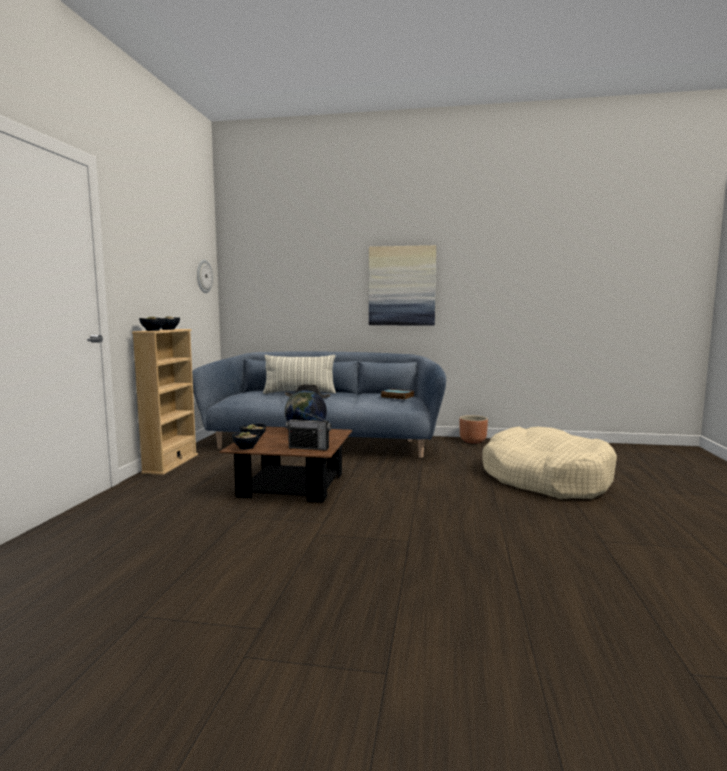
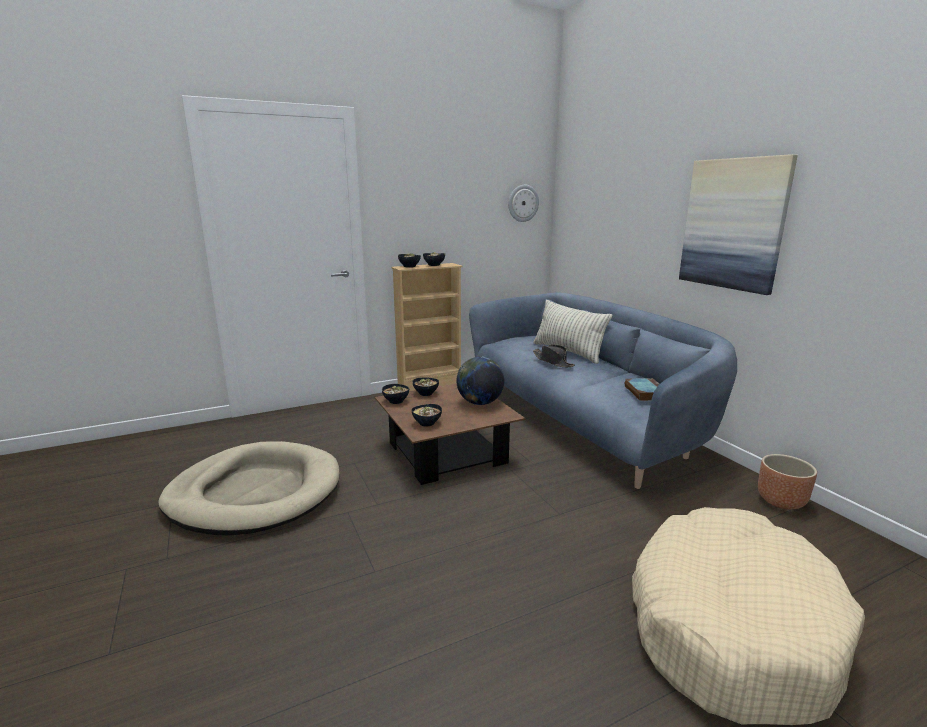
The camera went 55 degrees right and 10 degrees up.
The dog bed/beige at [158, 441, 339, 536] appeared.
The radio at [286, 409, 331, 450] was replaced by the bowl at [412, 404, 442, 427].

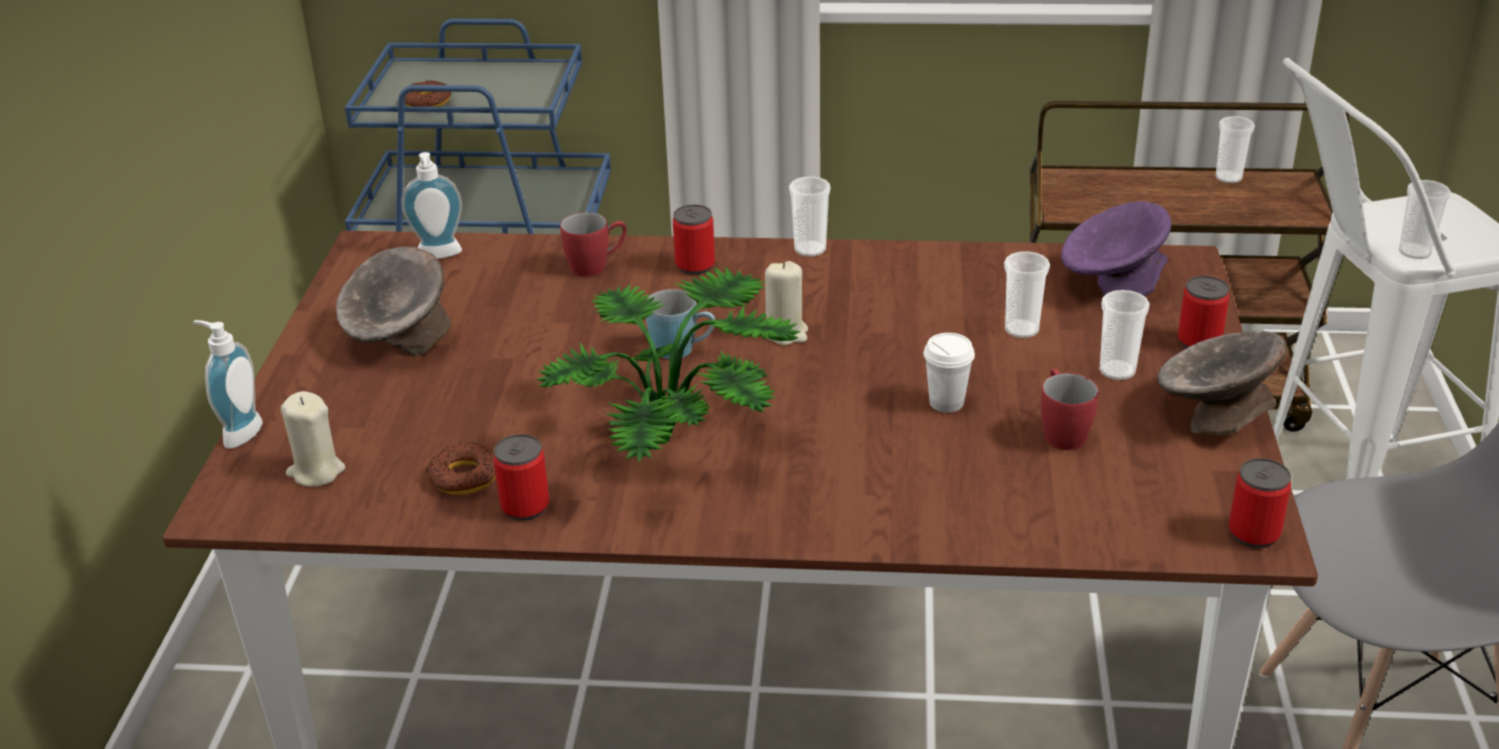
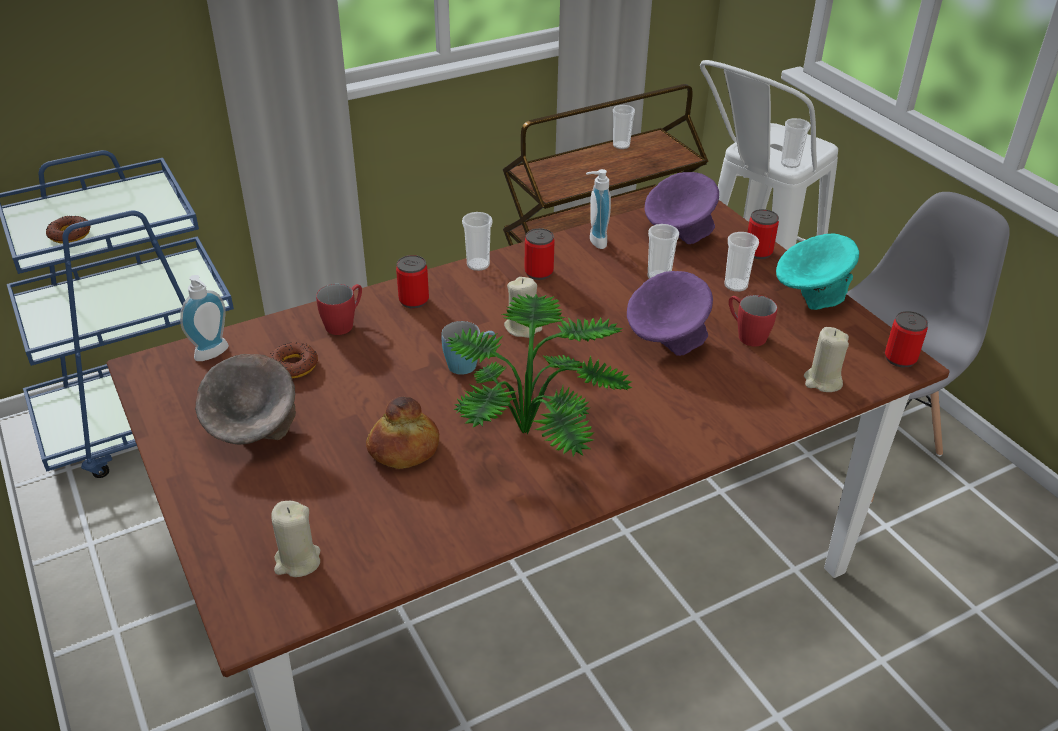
The camera went 35 degrees left and 5 degrees up.
The bread at [366, 397, 439, 469] appeared.
The candle/beige at [804, 327, 849, 392] appeared.
The soap dispenser moved from [193, 320, 263, 448] to [586, 169, 611, 249].
The donut moved from [426, 443, 496, 495] to [269, 342, 318, 378].
The can moved from [493, 434, 549, 521] to [525, 228, 555, 280].
The cup/white at [924, 333, 975, 412] was replaced by the bowl/purple at [627, 271, 713, 356].
The bowl/grey at [1158, 331, 1287, 436] became the bowl/turquoise at [776, 233, 859, 310].

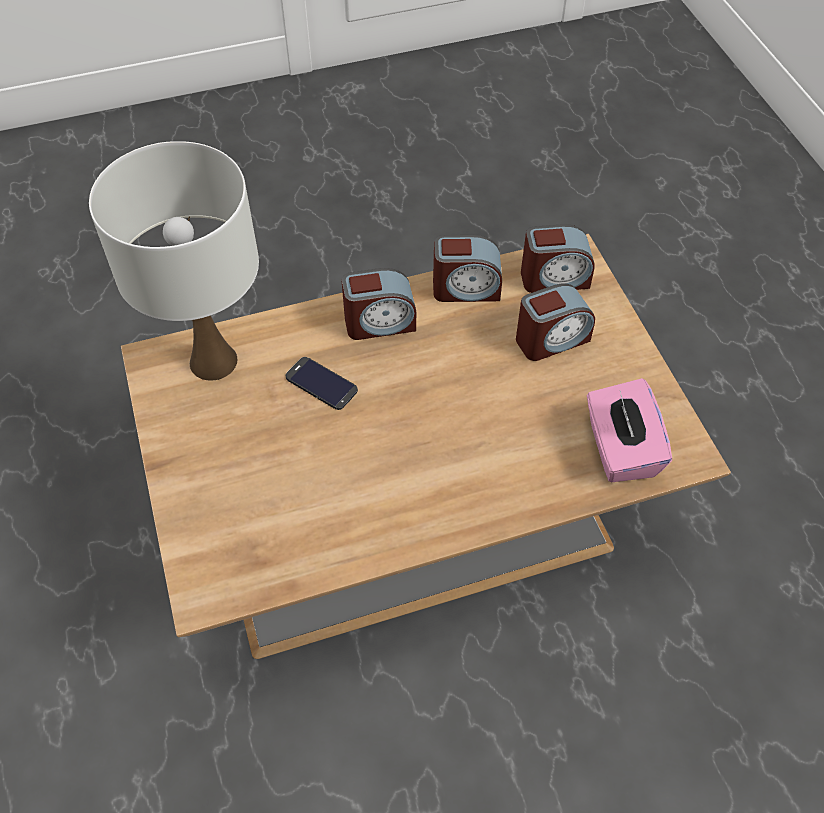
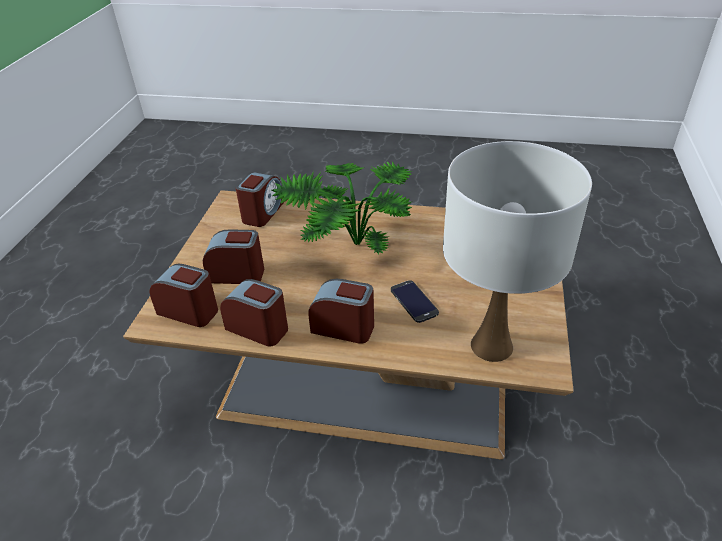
The camera went 150 degrees left and 15 degrees down.
The potted plant at [272, 162, 412, 254] appeared.
The tissue box/pink at [587, 378, 672, 482] was replaced by the alarm clock at [236, 172, 284, 227].

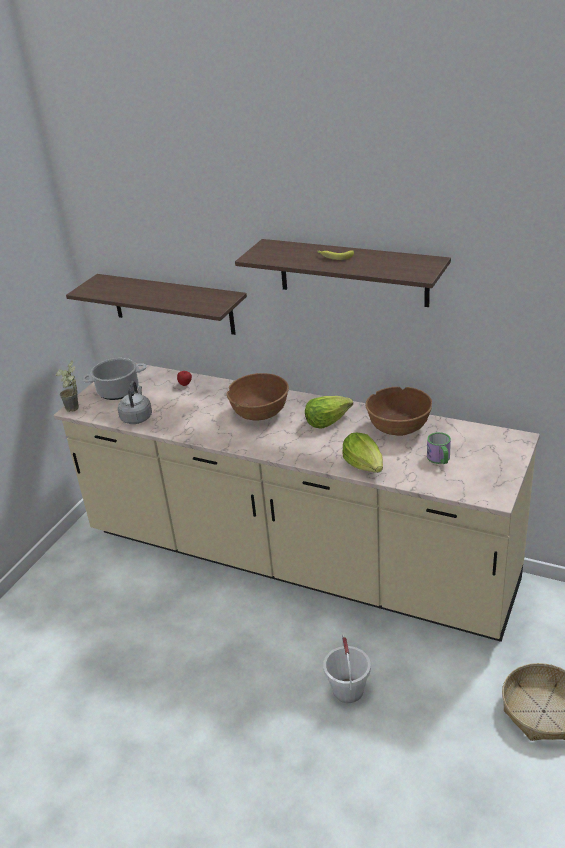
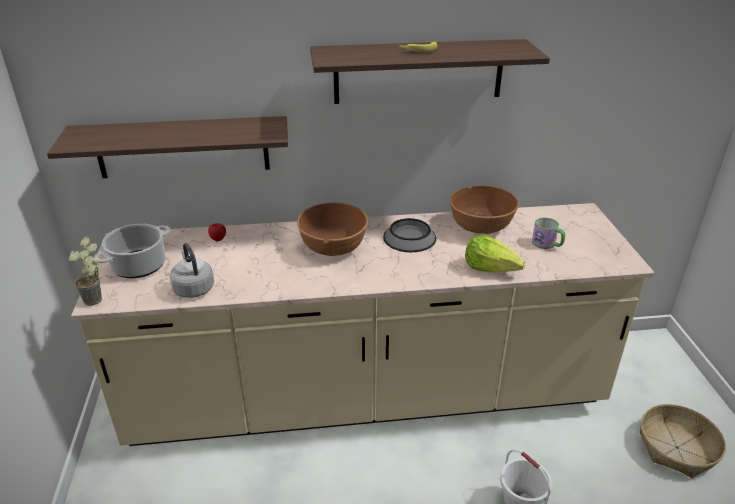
The camera went 35 degrees left and 0 degrees up.
The lettuce at [305, 396, 353, 429] was replaced by the bowl at [383, 218, 436, 252].

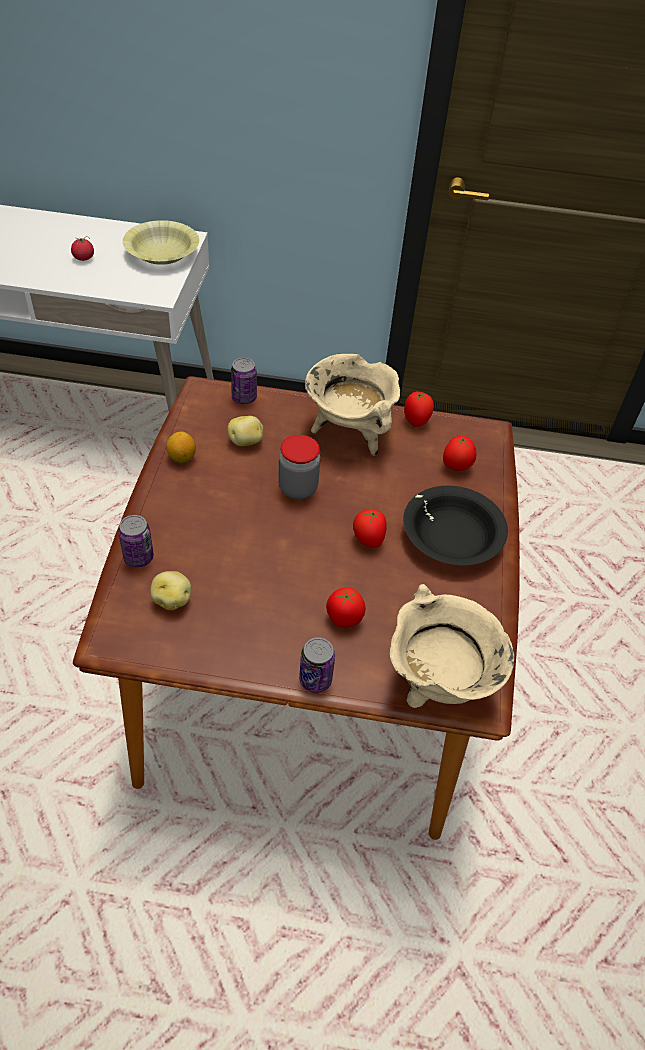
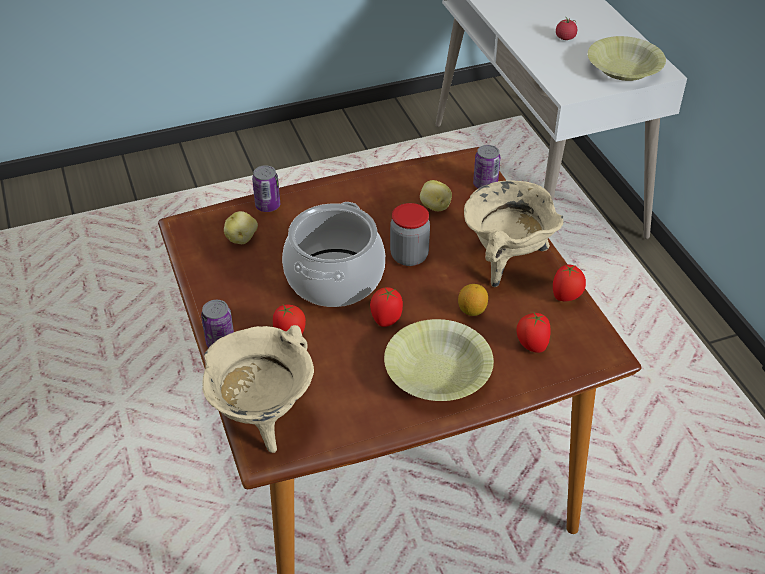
The camera went 65 degrees right and 5 degrees down.
The cooking pot at [282, 202, 385, 307] appeared.
The lemon moved from [166, 432, 196, 463] to [458, 284, 488, 316].
The bowl/black at [403, 486, 508, 565] became the bowl/yellow at [384, 319, 494, 401].

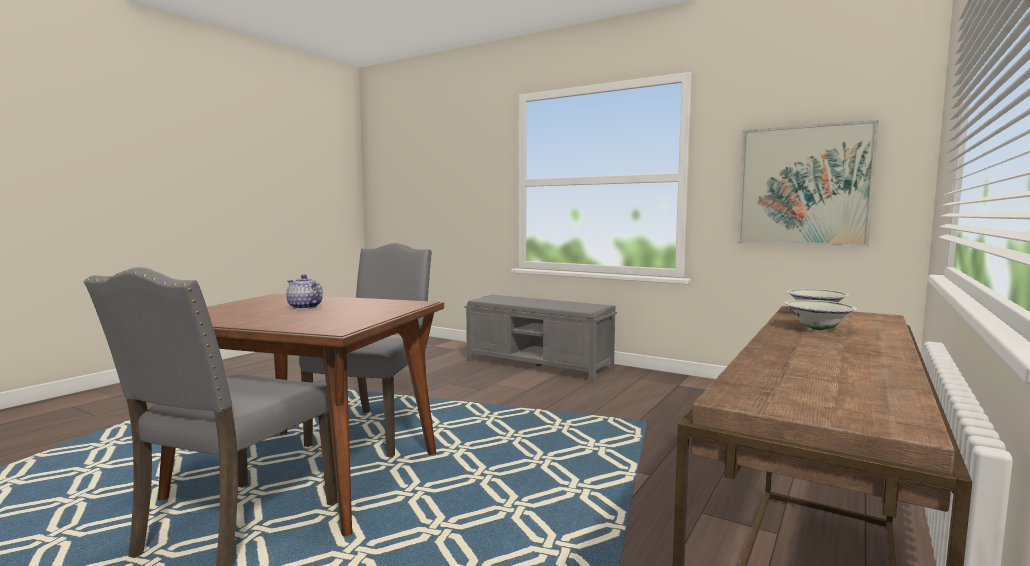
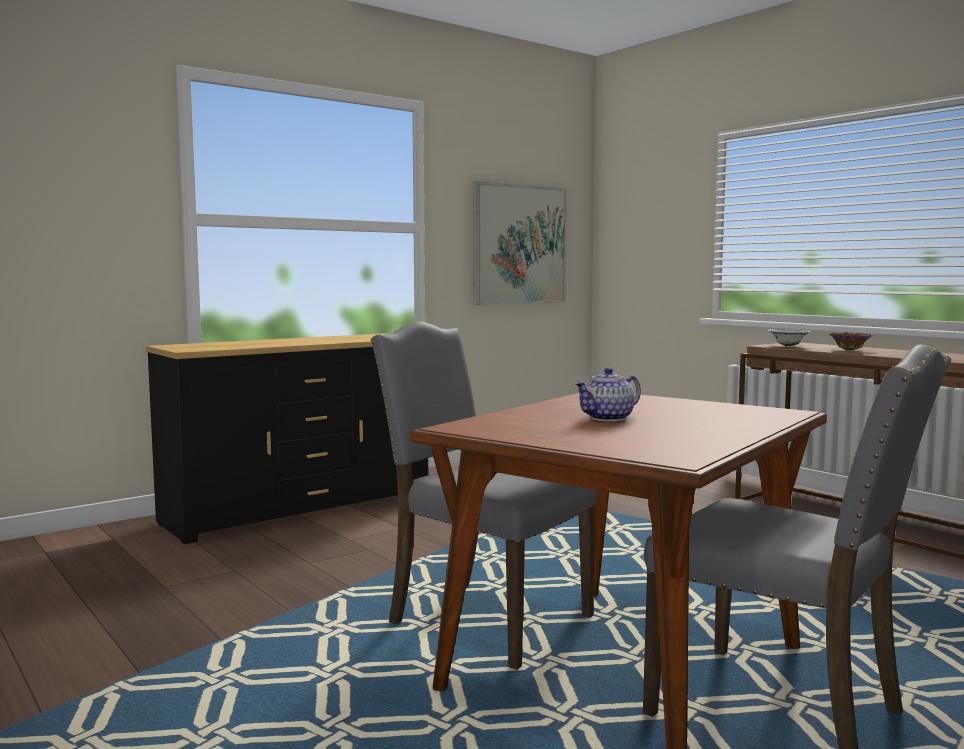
The camera went 70 degrees left and 0 degrees up.
The bench/grey at [465, 295, 617, 383] was replaced by the dresser/black at [146, 333, 428, 544].
The bowl/white at [784, 300, 857, 330] became the bowl/brown at [828, 332, 873, 350].

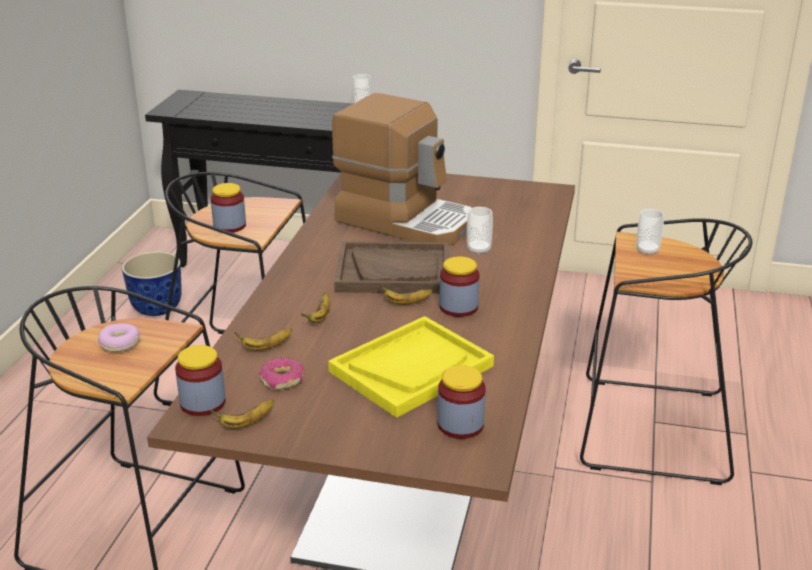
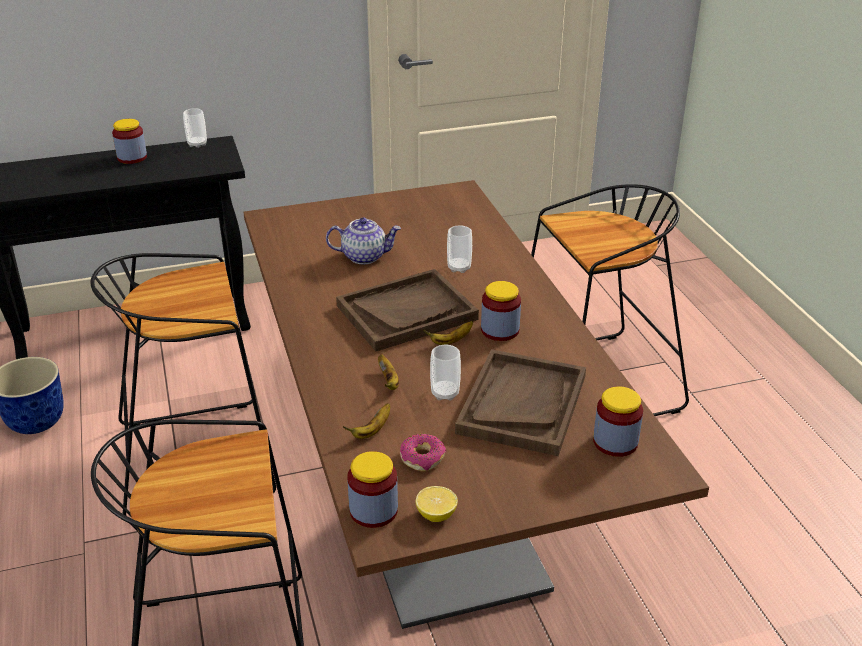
The camera went 30 degrees left and 5 degrees up.
The donut at [98, 323, 140, 352] disappeared.
The jar moved from [211, 183, 246, 233] to [112, 119, 147, 164].
The cup moved from [636, 209, 664, 256] to [430, 344, 461, 401].
The banana at [210, 399, 274, 428] was replaced by the lemon at [416, 486, 458, 522].
The coffee machine at [332, 93, 472, 246] was replaced by the teapot at [326, 218, 401, 264].
The tray/yellow at [328, 316, 494, 418] became the tray/brown at [455, 349, 586, 456].

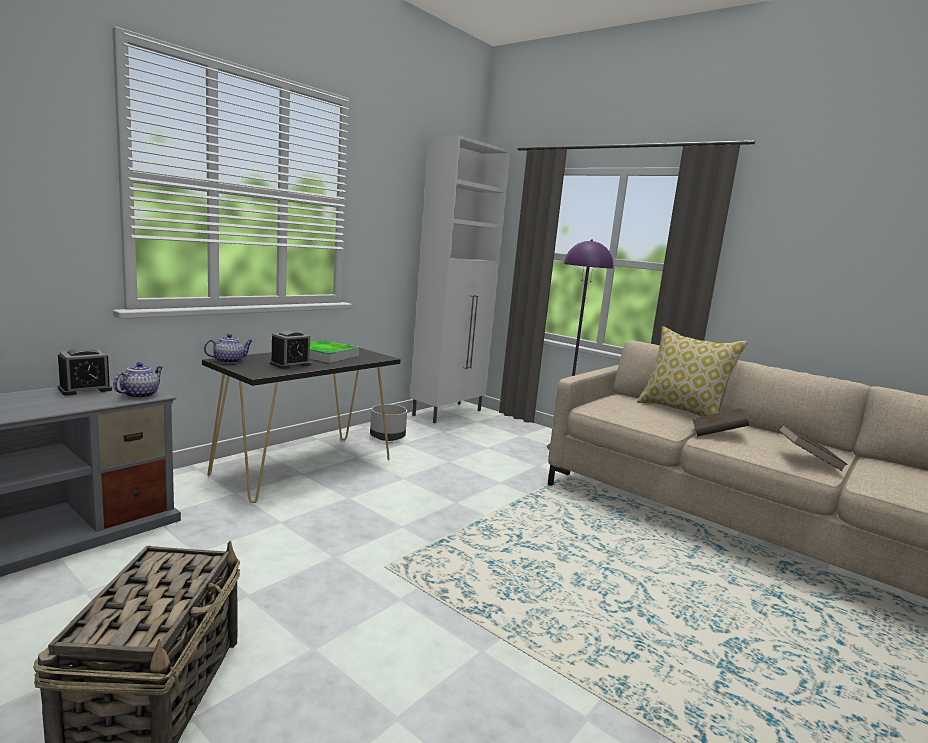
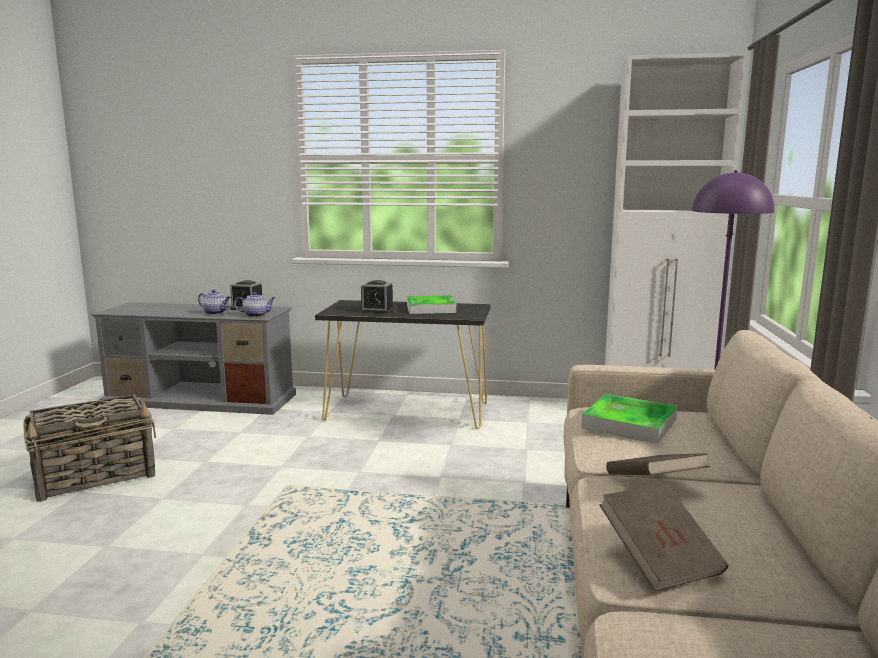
The camera went 60 degrees right and 0 degrees up.
The planter/grey at [370, 404, 407, 441] disappeared.
The pillow at [637, 326, 747, 417] disappeared.
The tray at [581, 394, 677, 444] appeared.
The teapot moved from [204, 334, 253, 363] to [198, 290, 231, 315].

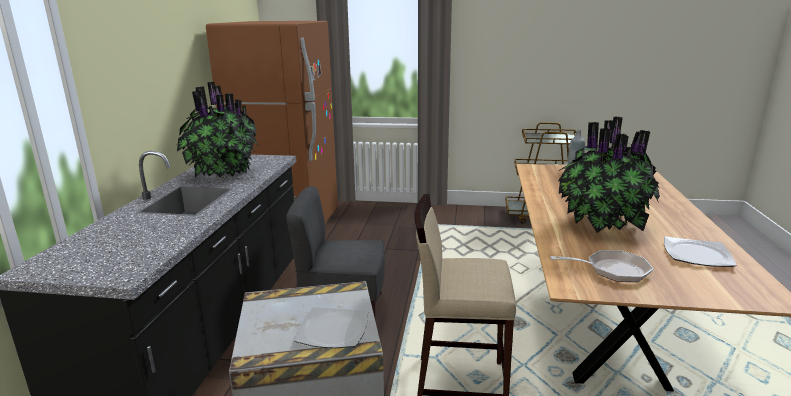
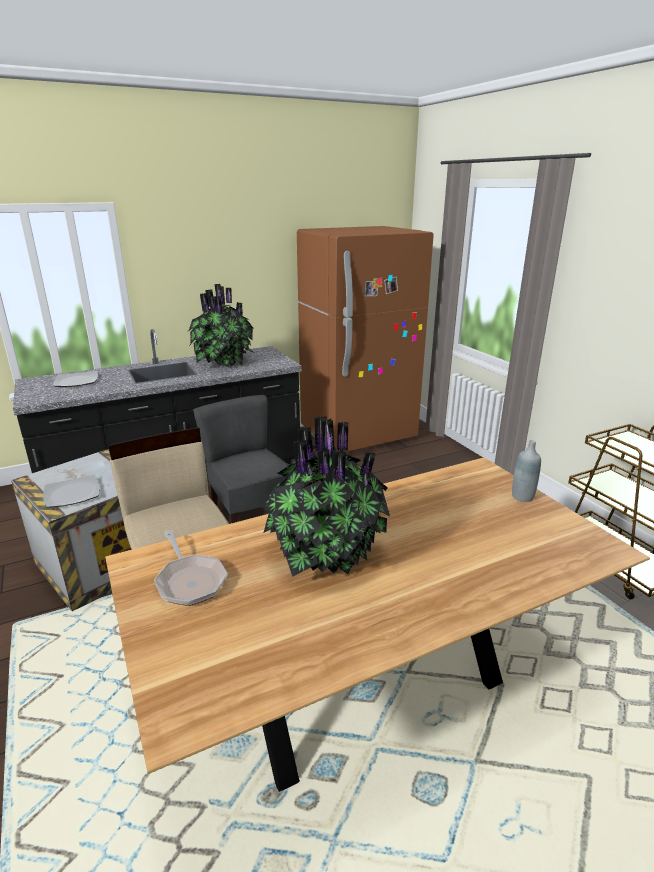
The camera went 55 degrees right and 5 degrees up.
The plate moved from [664, 237, 737, 267] to [53, 371, 98, 387].

